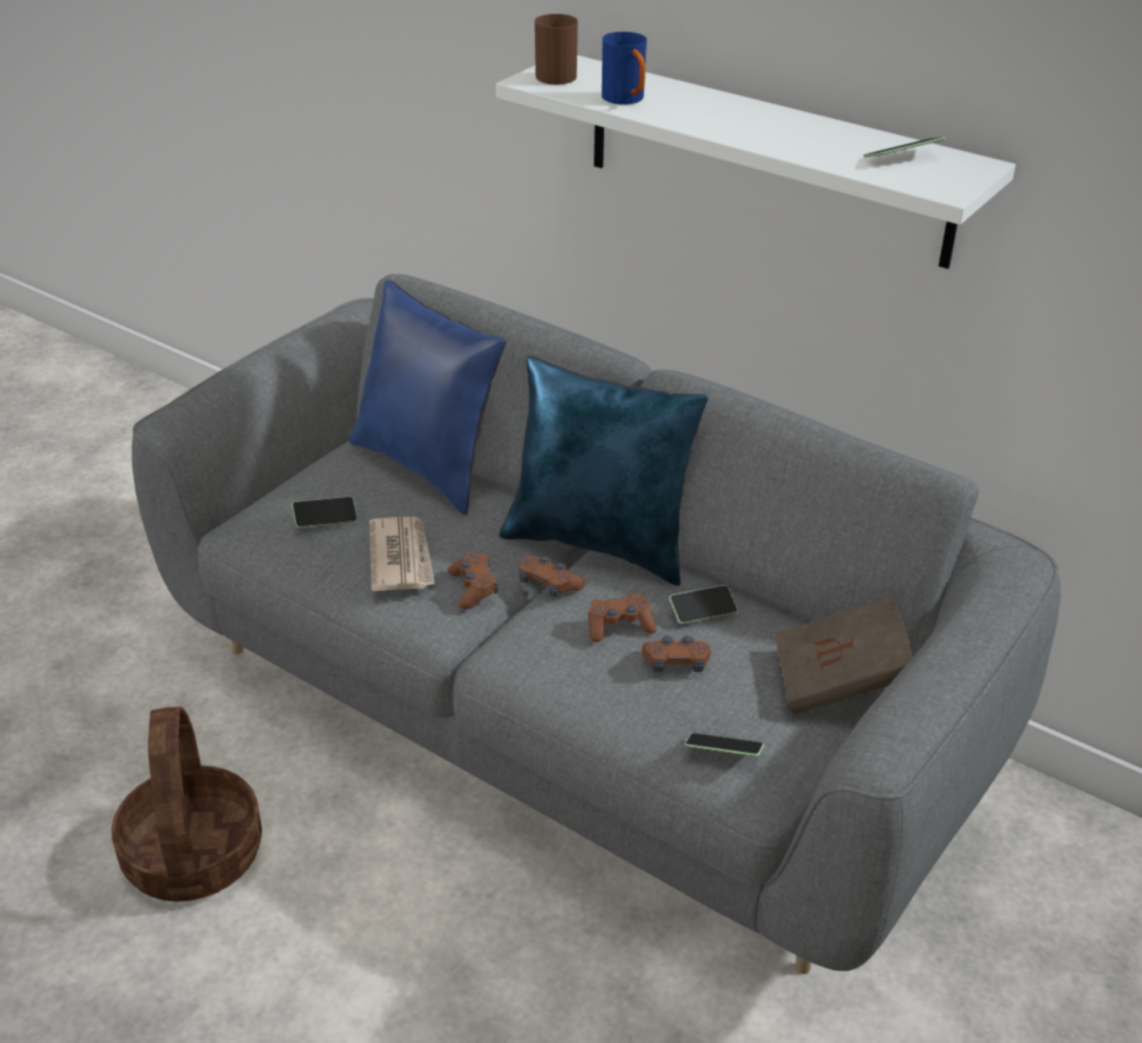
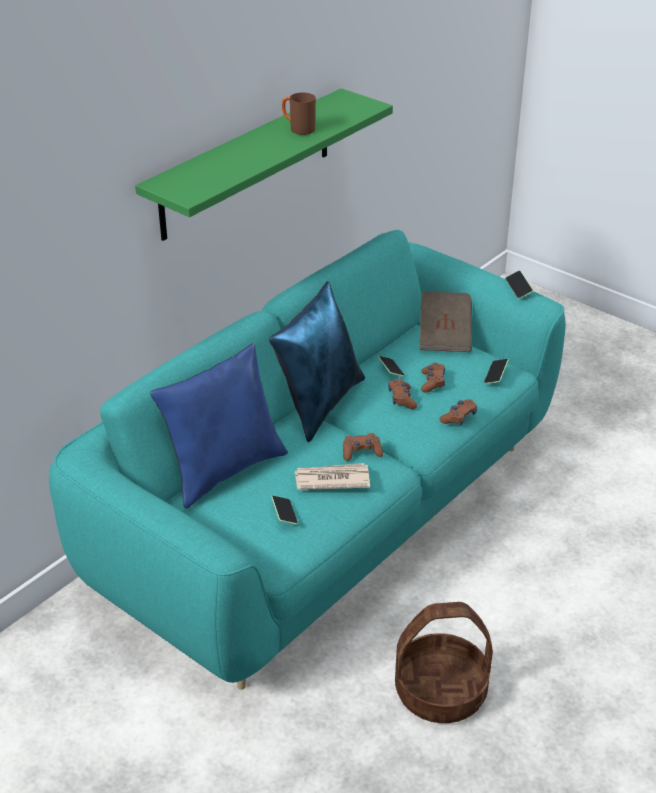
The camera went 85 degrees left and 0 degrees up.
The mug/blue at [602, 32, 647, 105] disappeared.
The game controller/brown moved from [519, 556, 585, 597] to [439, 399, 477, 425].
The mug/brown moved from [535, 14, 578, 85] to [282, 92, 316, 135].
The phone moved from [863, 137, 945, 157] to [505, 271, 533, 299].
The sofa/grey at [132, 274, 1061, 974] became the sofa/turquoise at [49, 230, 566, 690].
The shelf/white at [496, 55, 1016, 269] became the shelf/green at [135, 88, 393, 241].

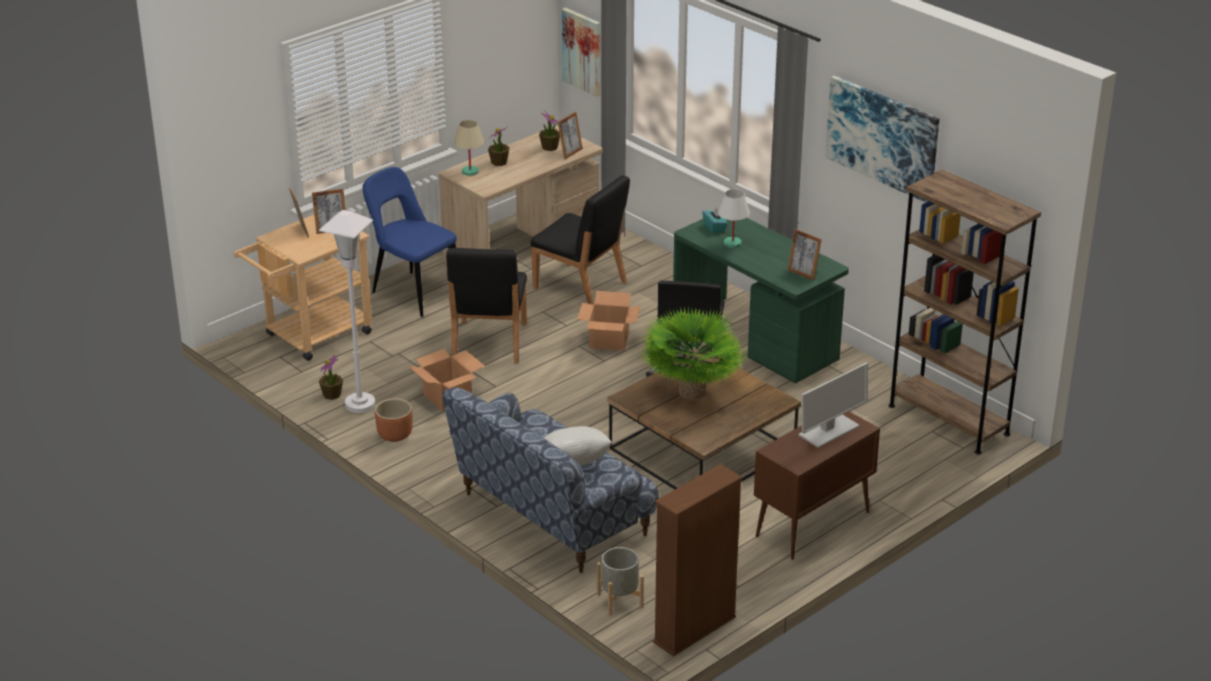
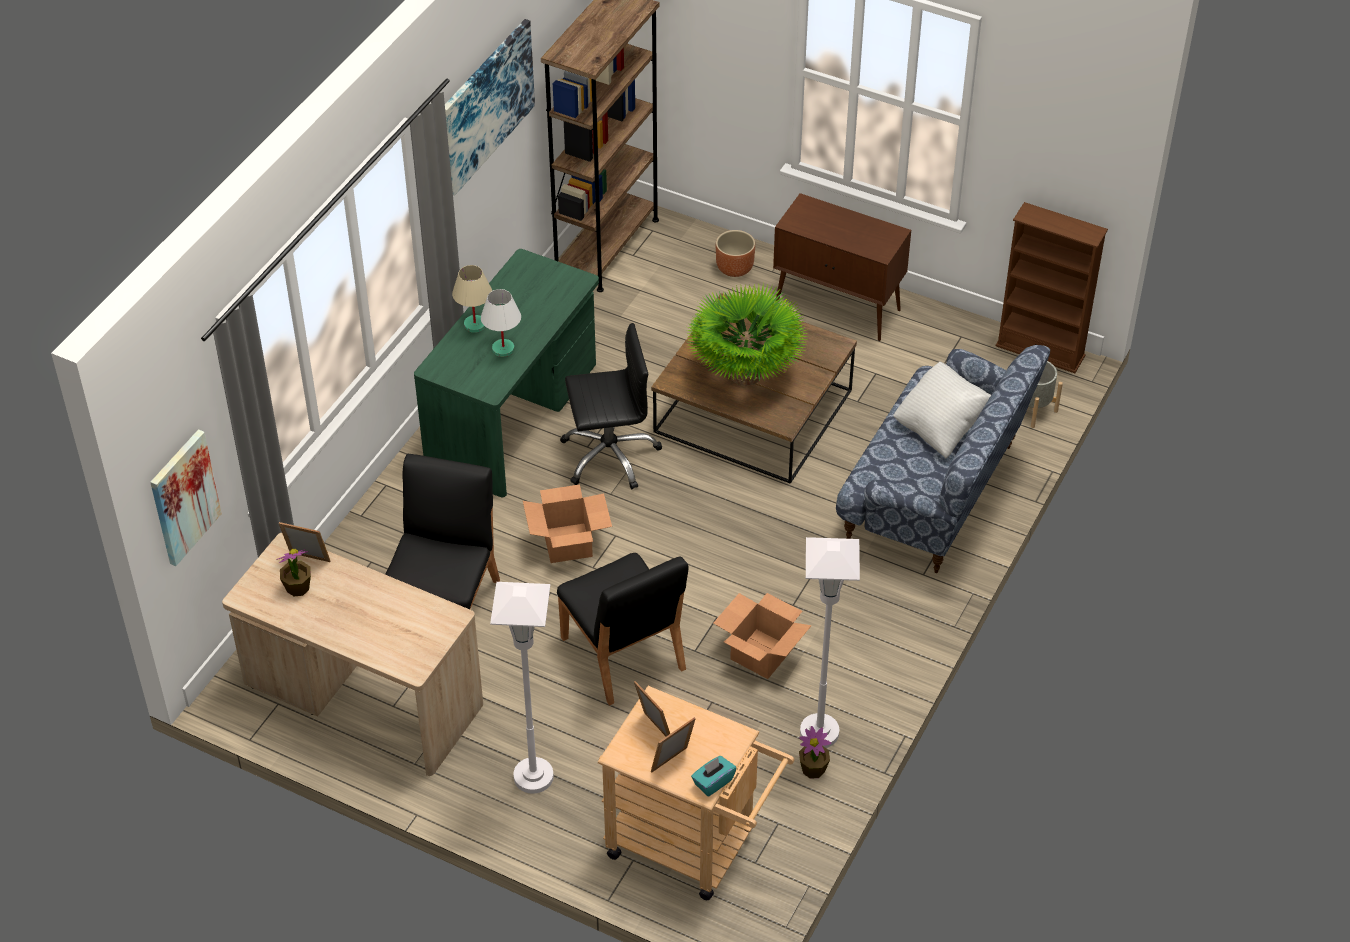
The camera went 110 degrees left and 15 degrees up.
The potted plant at [488, 127, 510, 166] disappeared.
The picture frame at [787, 229, 822, 281] disappeared.
The monitor at [798, 362, 868, 448] disappeared.
The planter/brown moved from [375, 398, 413, 442] to [716, 230, 755, 277].
The table lamp/beige moved from [454, 120, 484, 176] to [452, 265, 492, 333].
The tissue box/turquoise moved from [702, 208, 727, 233] to [691, 756, 737, 796].
The chair/blue at [362, 167, 457, 317] was replaced by the floor lamp/white at [490, 582, 554, 794].
The chair/black at [446, 248, 527, 363] turned 75 degrees clockwise.

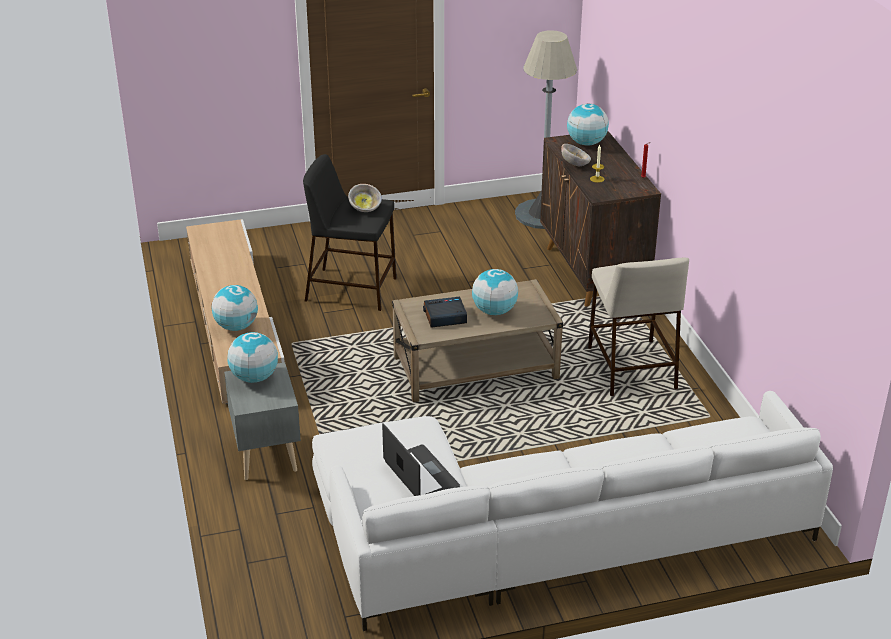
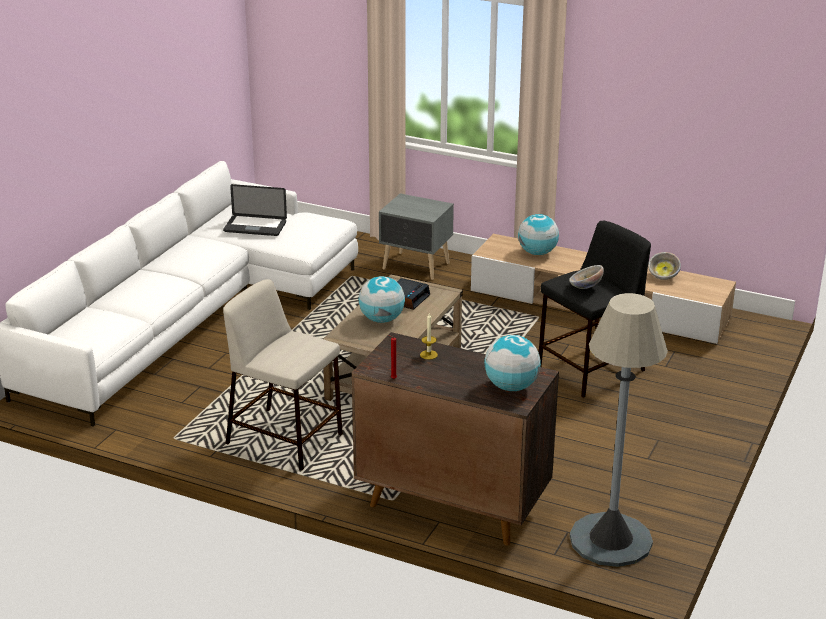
The camera went 130 degrees right and 5 degrees down.
The globe at [227, 332, 278, 383] disappeared.
The bowl moved from [561, 144, 591, 166] to [648, 252, 681, 280].

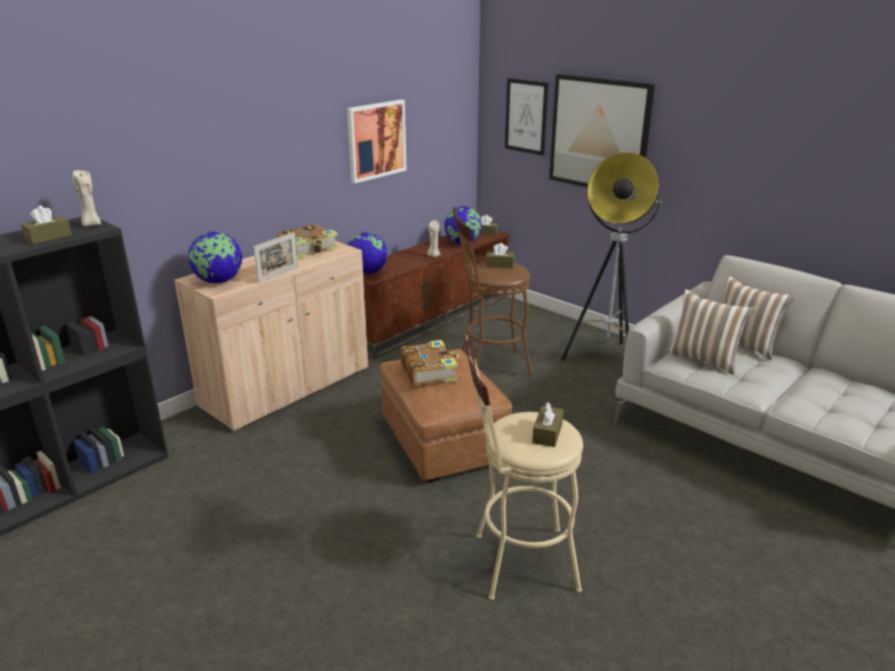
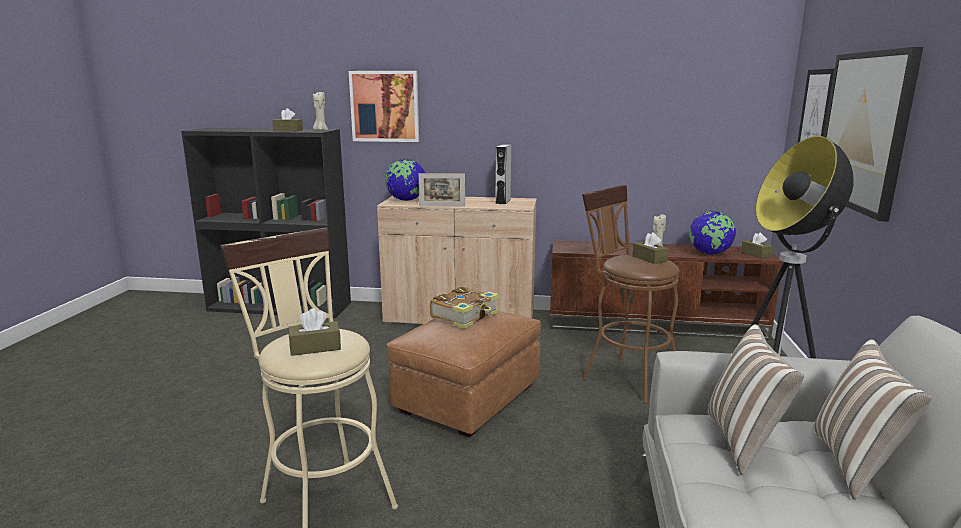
The camera went 55 degrees right and 10 degrees down.
The globe at [347, 232, 388, 274] disappeared.
The picture moved from [347, 100, 406, 183] to [349, 71, 419, 142].
The book at [277, 224, 338, 259] was replaced by the speaker/grey at [495, 144, 511, 204].

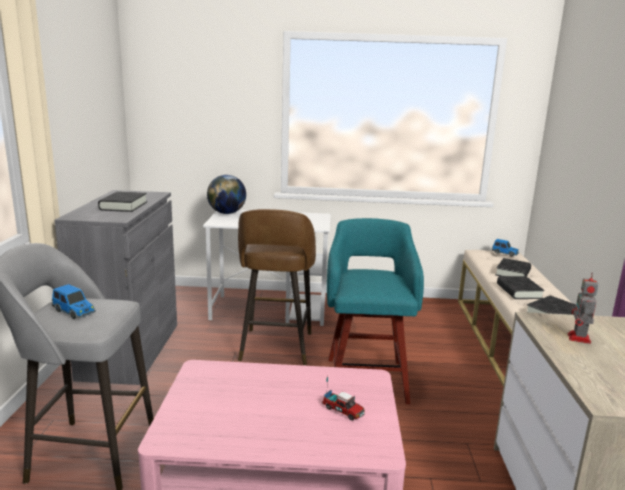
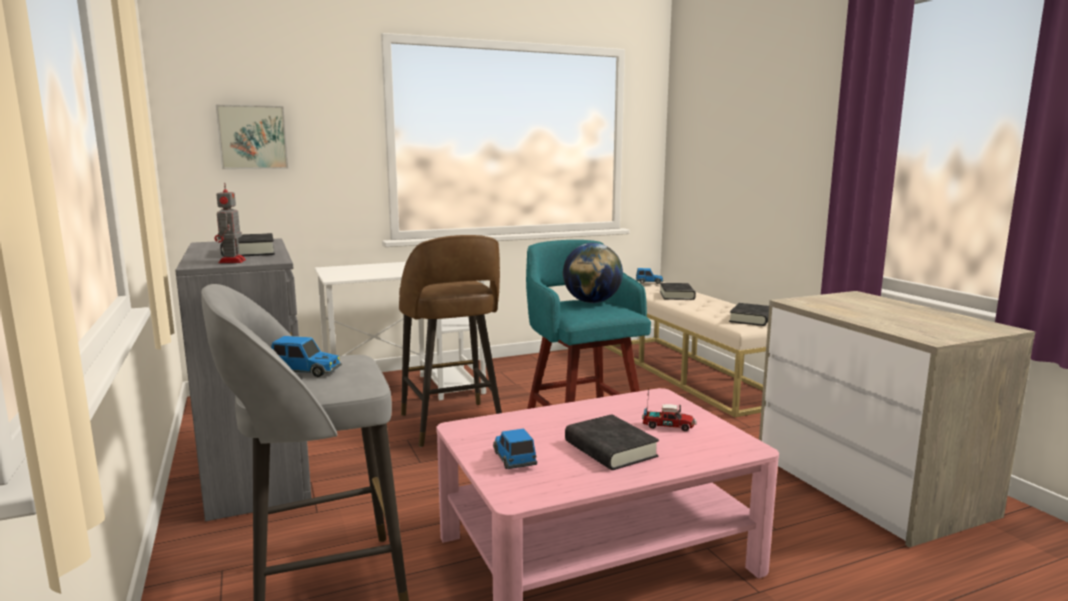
The camera went 25 degrees left and 5 degrees down.
The picture at [216, 105, 288, 169] appeared.
The toy car at [493, 429, 537, 469] appeared.
The globe moved from [207, 175, 246, 214] to [563, 243, 623, 303].
The book/black moved from [497, 276, 545, 299] to [565, 414, 659, 470].
The toy robot moved from [568, 272, 599, 344] to [214, 182, 246, 263].

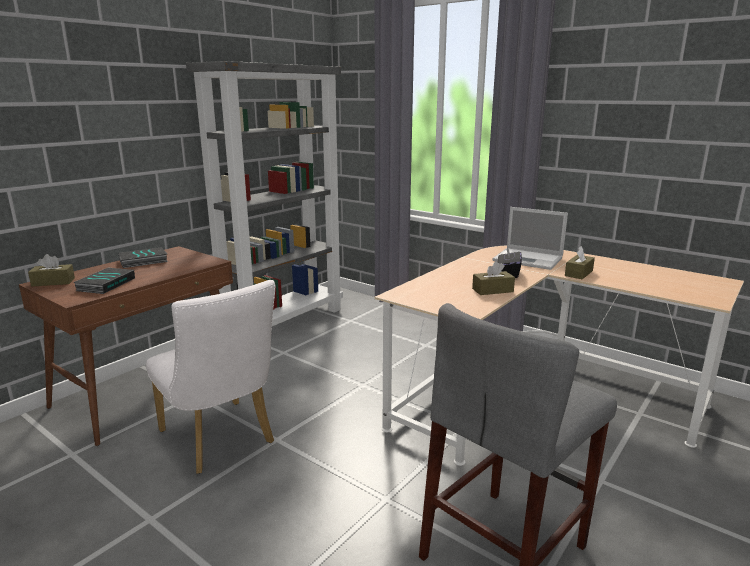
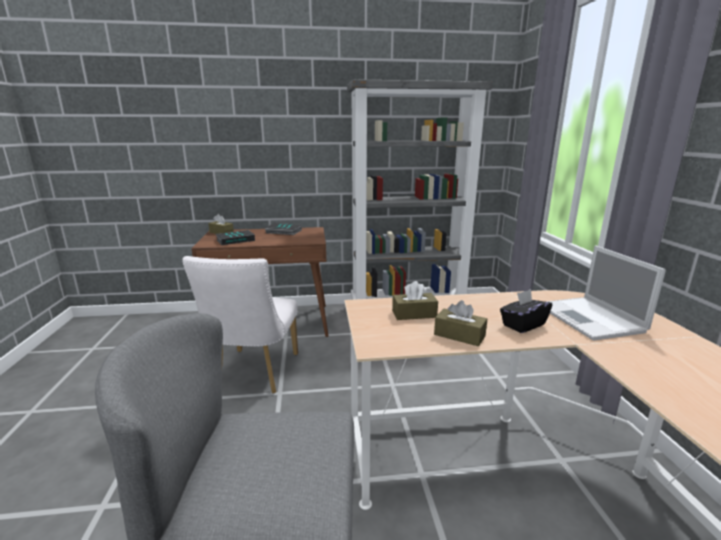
The camera went 45 degrees right and 0 degrees up.
The tissue box/brown moved from [565, 246, 595, 279] to [392, 281, 438, 320].

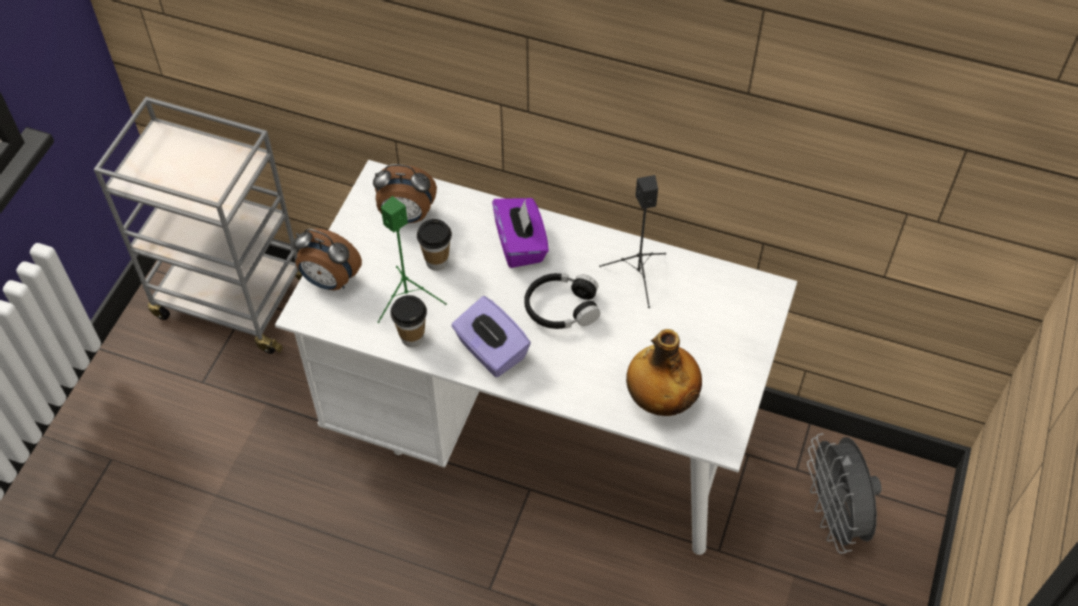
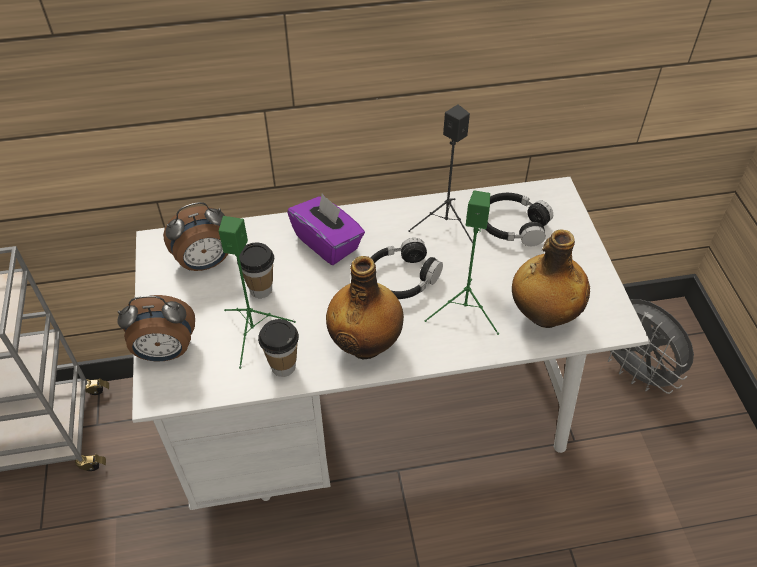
The camera went 30 degrees left and 5 degrees down.
The speaker/green at [425, 191, 499, 335] appeared.
The headphones/black at [485, 193, 553, 246] appeared.
The tissue box/purple at [451, 296, 531, 377] was replaced by the bottle at [326, 256, 404, 360].

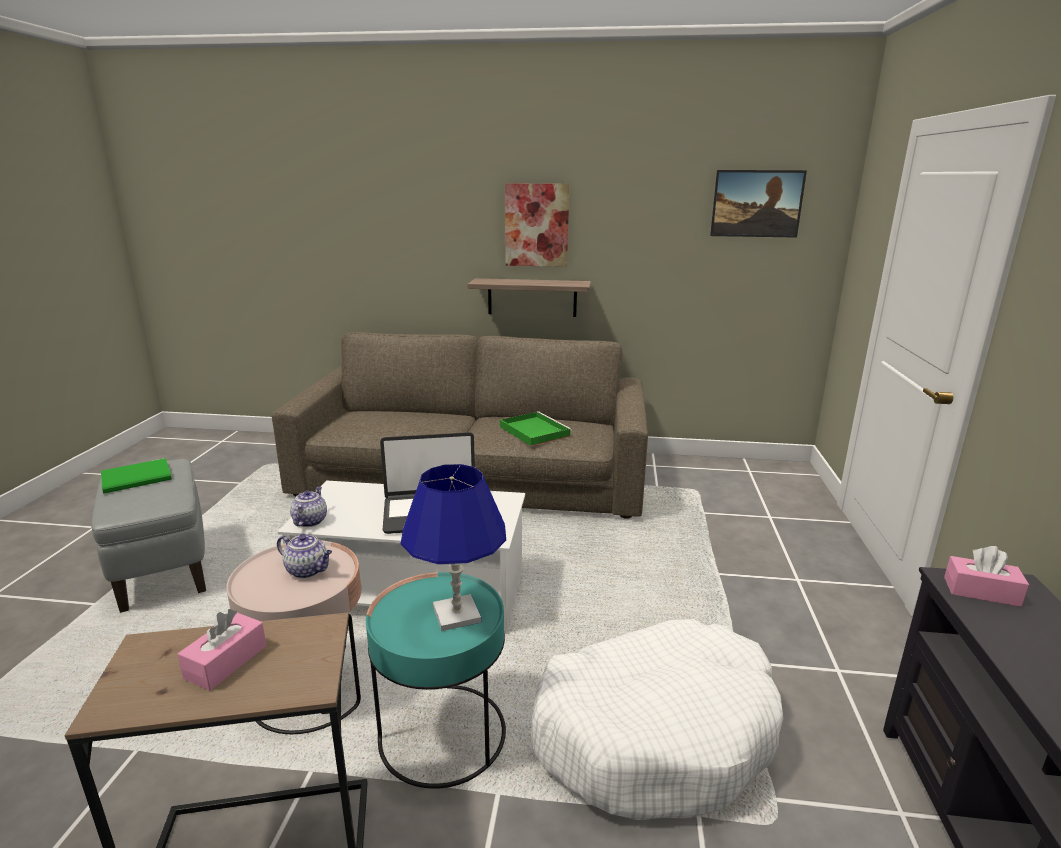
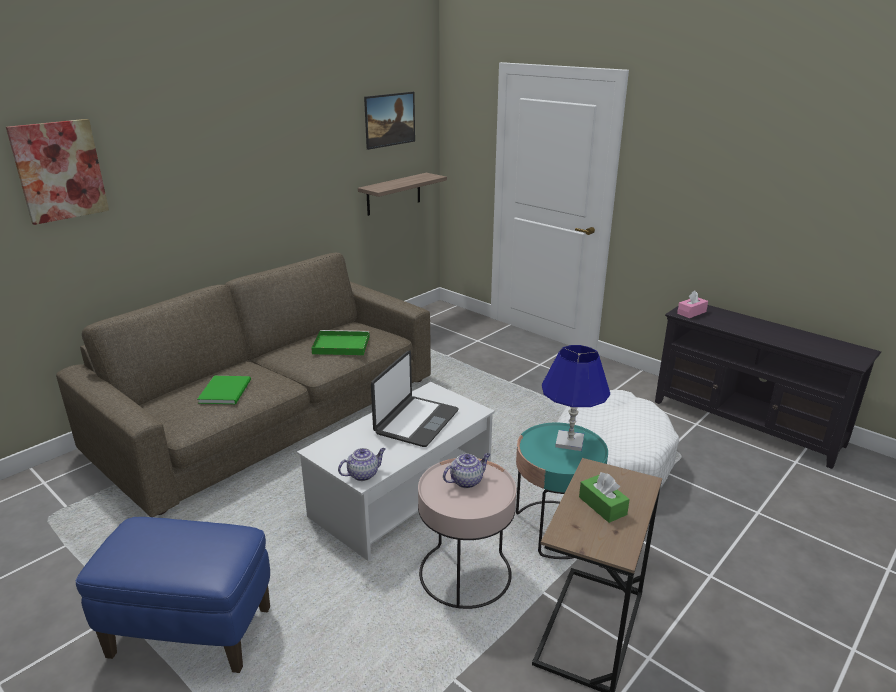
The camera went 55 degrees left and 5 degrees up.
The book/green moved from [101, 458, 172, 494] to [197, 376, 251, 404].
The shelf moved from [467, 278, 591, 317] to [358, 173, 447, 216].
The picture moved from [505, 183, 569, 267] to [6, 119, 109, 225].
The ottoman/grey at [91, 459, 206, 613] became the ottoman/blue at [76, 517, 270, 673].
The tissue box/pink at [177, 609, 266, 691] became the tissue box/green at [579, 472, 630, 523].
The teapot at [290, 487, 327, 527] turned 105 degrees clockwise.

